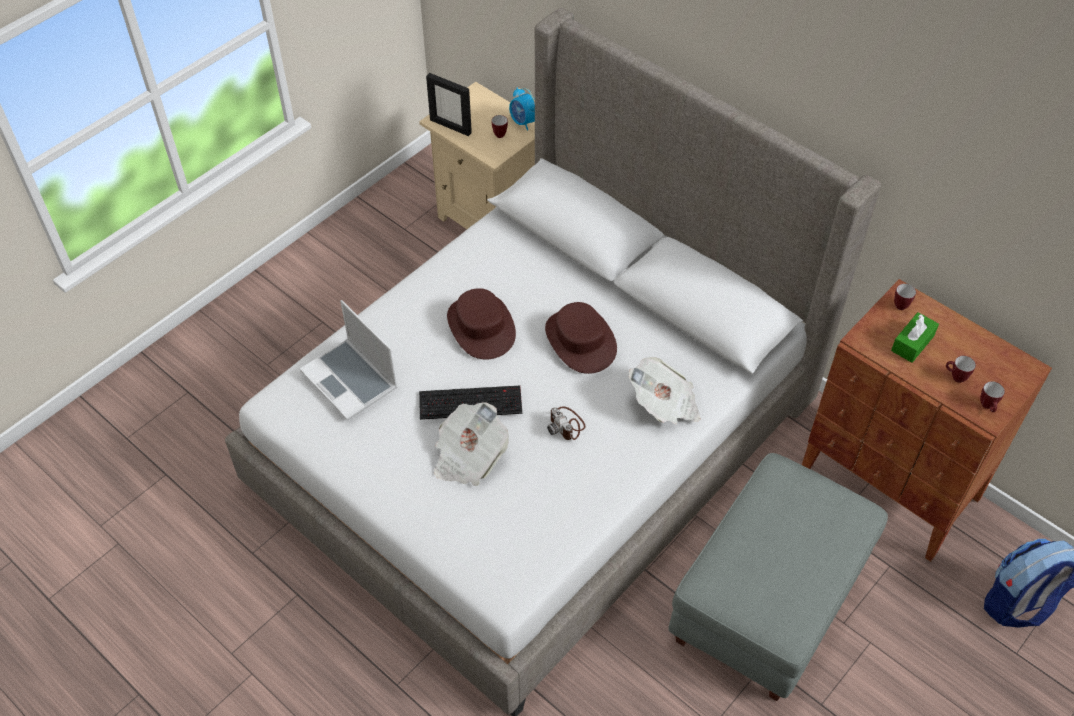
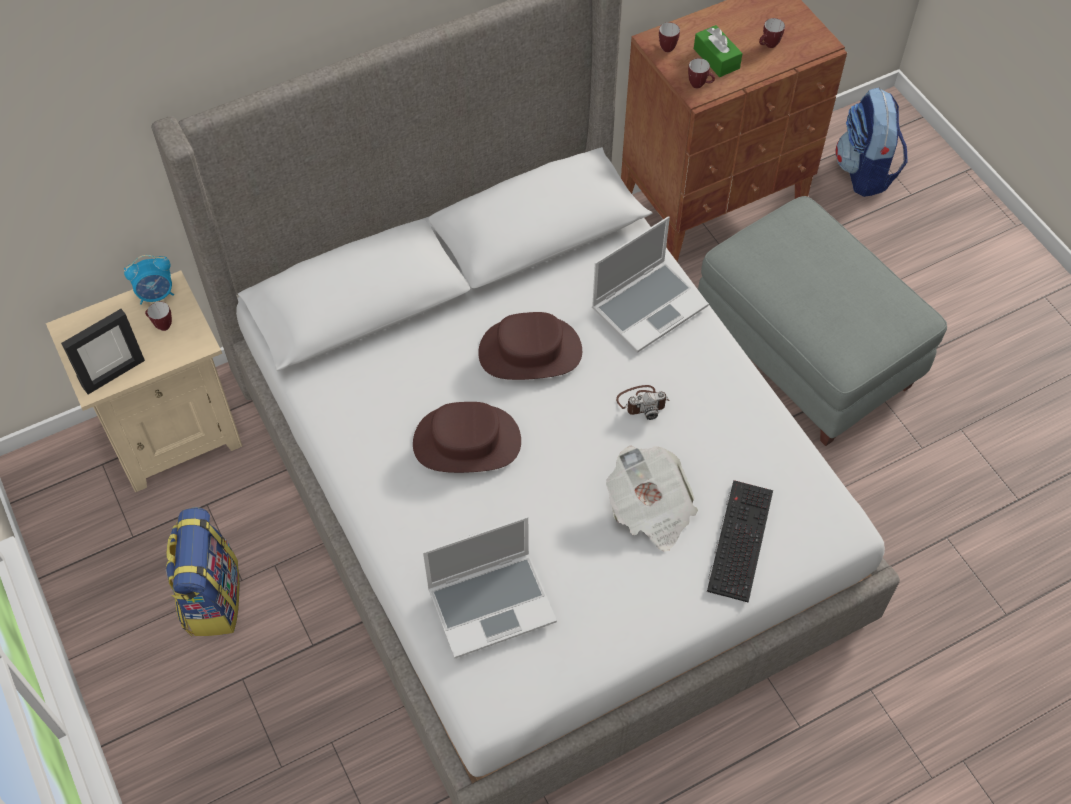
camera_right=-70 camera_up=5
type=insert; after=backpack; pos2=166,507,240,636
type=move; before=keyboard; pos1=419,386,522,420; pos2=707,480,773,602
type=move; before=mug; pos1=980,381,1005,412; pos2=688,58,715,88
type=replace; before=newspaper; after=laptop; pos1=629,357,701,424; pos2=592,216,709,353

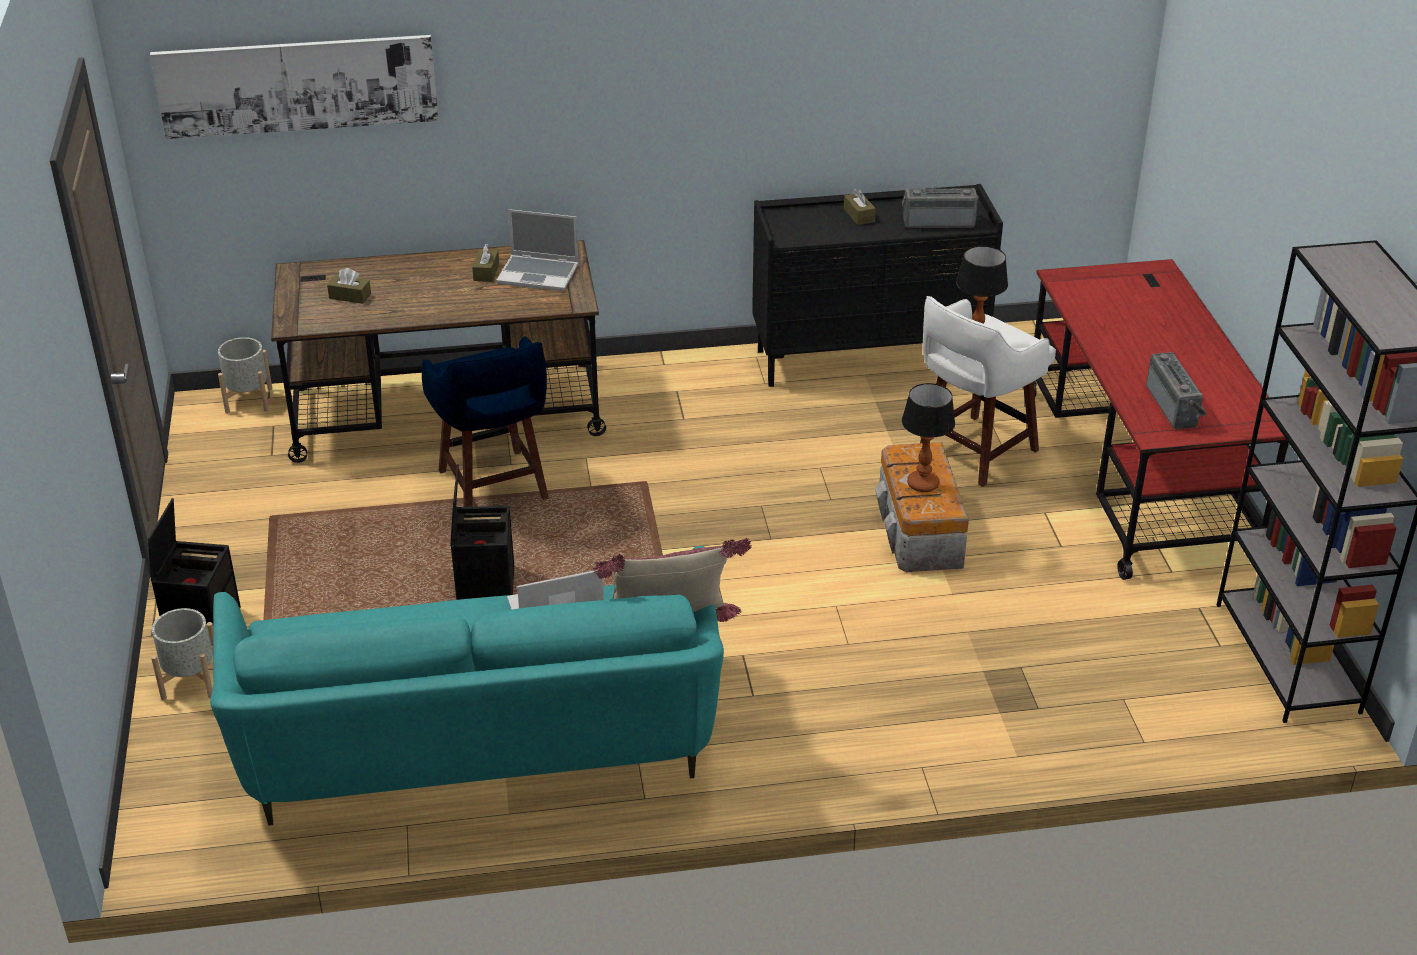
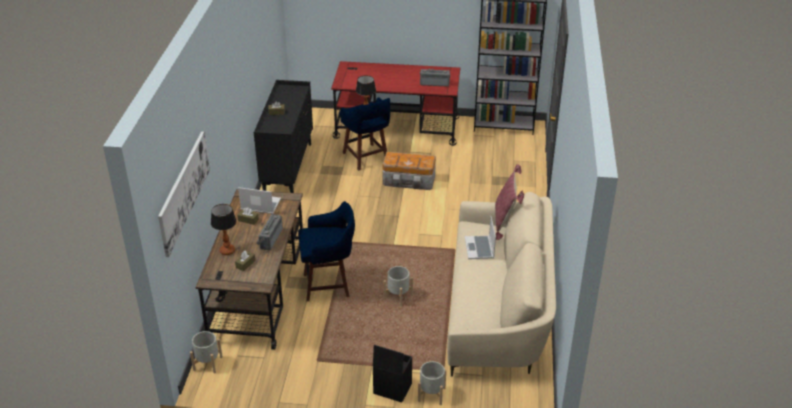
camera_right=-75 camera_up=0
type=move; before=radio; pos1=902,186,979,228; pos2=256,214,283,251
type=move; before=table lamp; pos1=902,383,955,492; pos2=211,204,236,255
type=replace; before=black storage box; after=grey planter; pos1=450,464,514,600; pos2=384,266,413,306
type=recolor; before=turquoise sofa; after=beige sofa; pos1=210,546,724,826; pos2=447,192,556,377
type=recolor; before=white stool; after=blue stool; pos1=920,296,1056,487; pos2=339,97,390,171
type=rotate; before=laptop; pos1=496,209,579,291; pos2=238,187,281,214; turn=-105

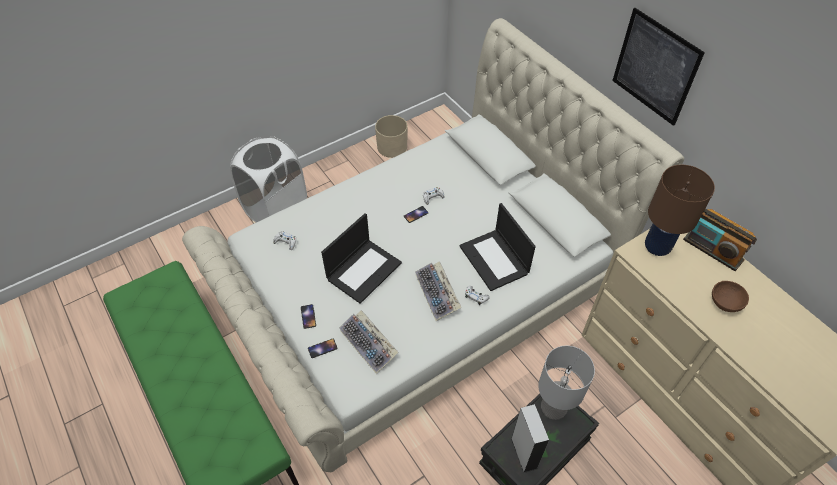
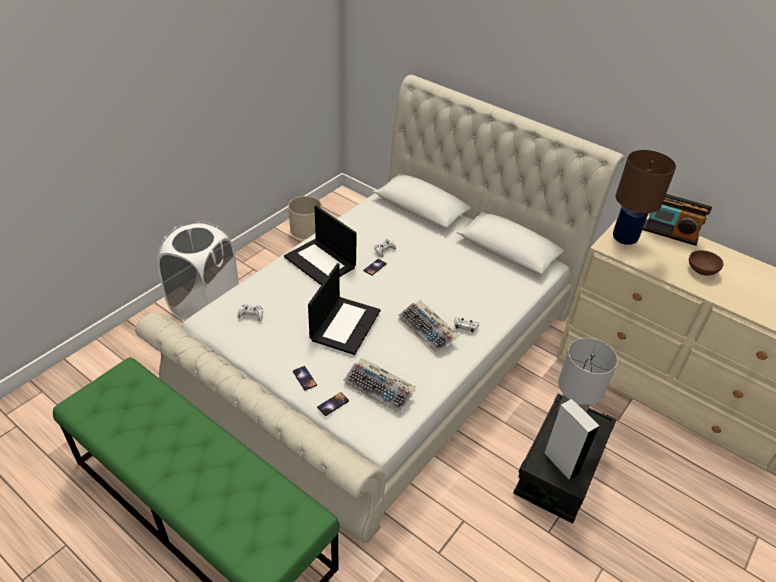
camera_right=-20 camera_up=-10
type=delete; before=picture; pos1=612,8,705,126
type=move; before=laptop; pos1=459,203,536,291; pos2=284,206,357,285

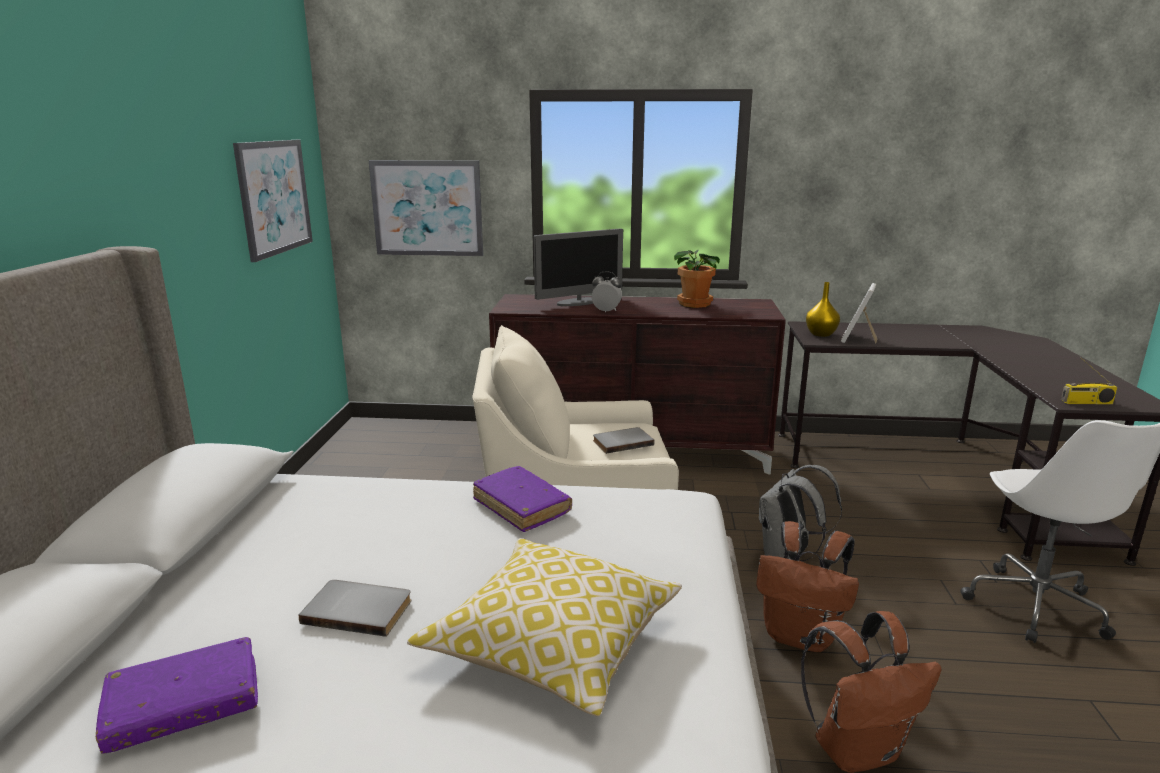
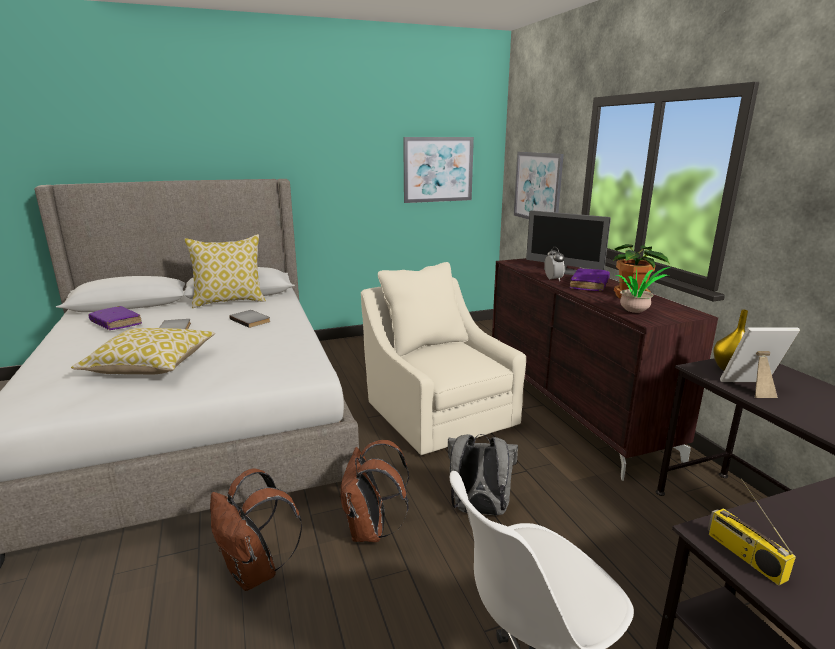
camera_right=65 camera_up=0
type=insert; after=pillow; pos2=184,234,266,308
type=insert; after=potted plant; pos2=615,267,670,313
type=move; before=purple book; pos1=473,466,572,532; pos2=570,268,610,291
type=move; before=grey book; pos1=593,427,654,454; pos2=229,310,271,328

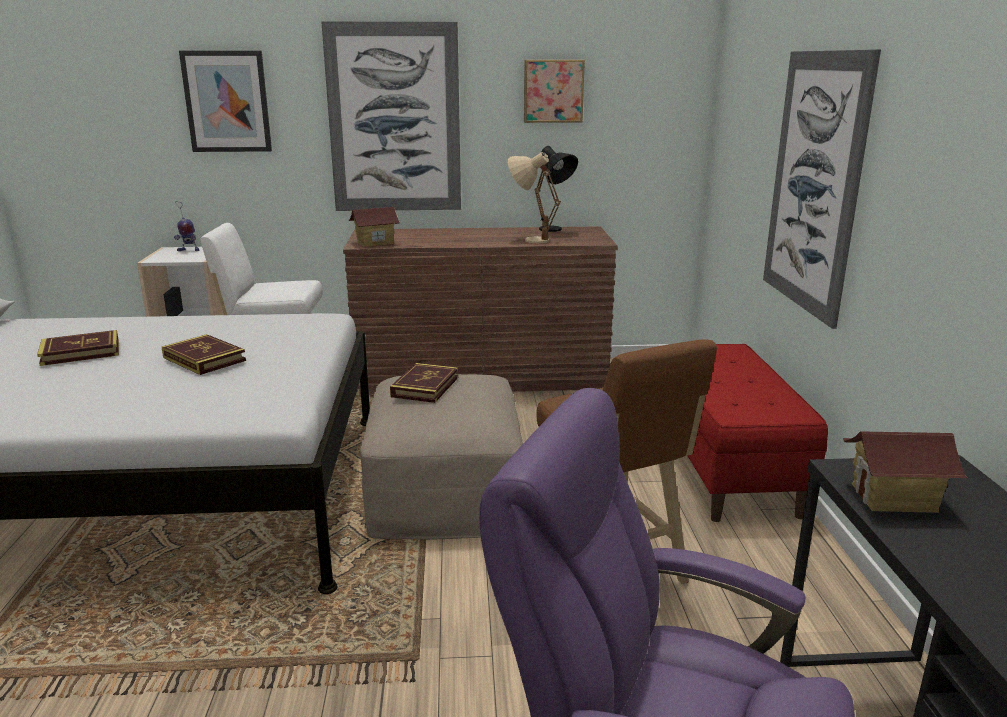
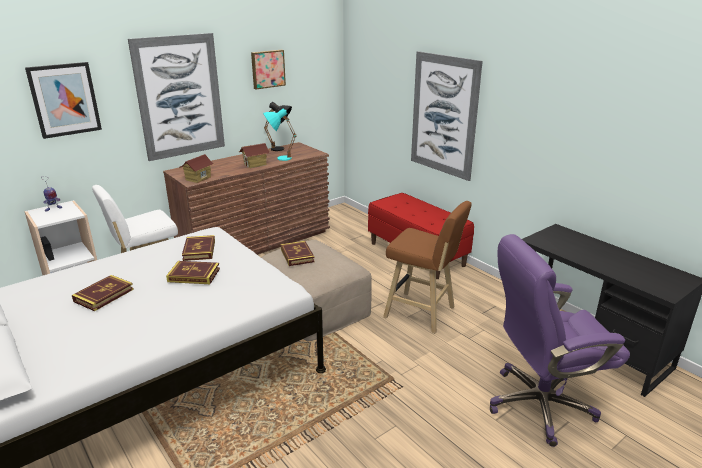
camera_right=-35 camera_up=5
type=insert; after=book; pos2=182,235,215,261
type=move; before=toy house; pos1=843,431,968,513; pos2=238,143,270,168
type=recolor; before=beige table lamp; after=turquoise table lamp; pos1=508,152,561,243; pos2=263,108,297,161

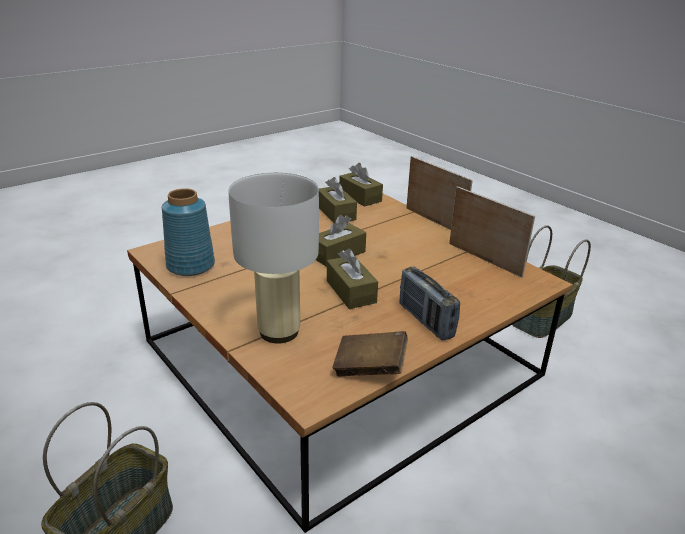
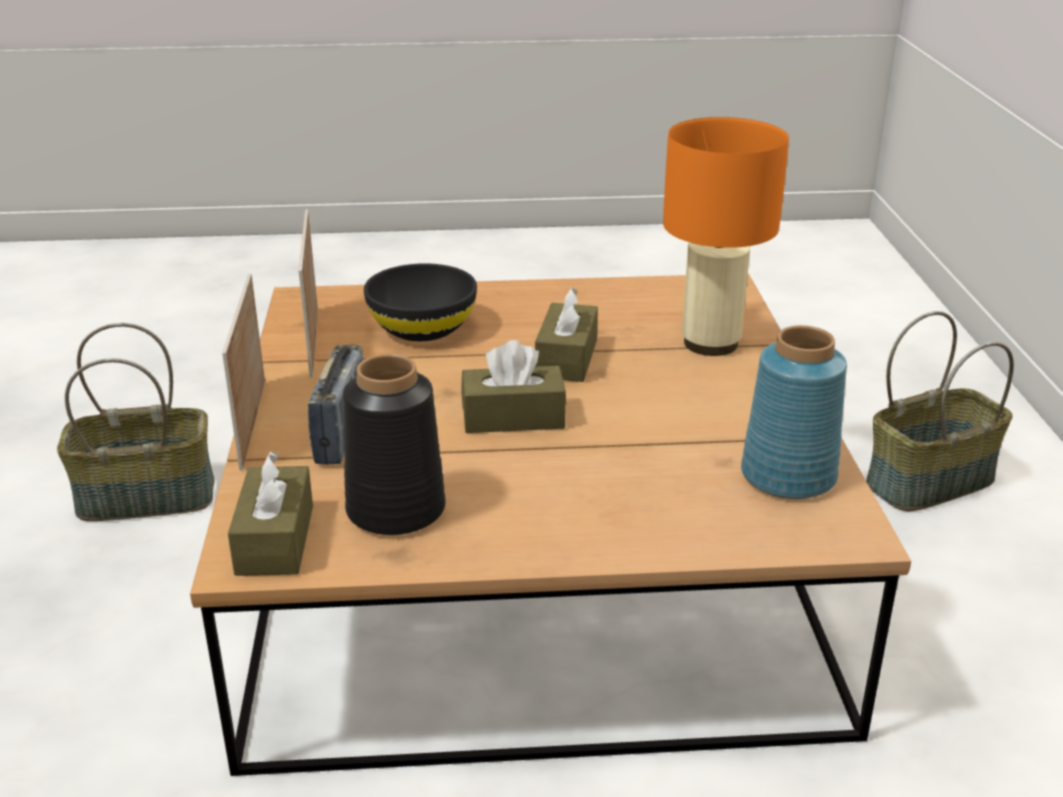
camera_right=-145 camera_up=0
type=delete; before=brown book; pos1=332,331,408,376
type=insert; after=black bowl; pos2=364,263,477,341
type=move; before=radio; pos1=400,267,460,340; pos2=308,344,363,465
type=replace; before=brown tissue box; after=black vase; pos1=319,177,357,224; pos2=343,354,446,535
type=recolor; before=white table lamp; after=orange table lamp; pos1=229,173,319,344; pos2=663,117,789,356

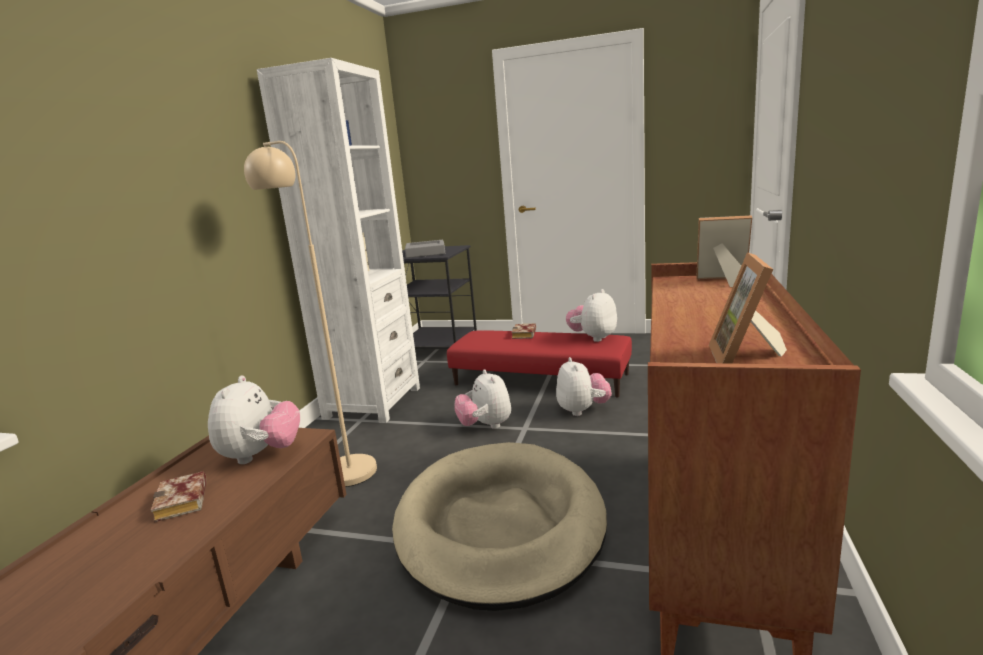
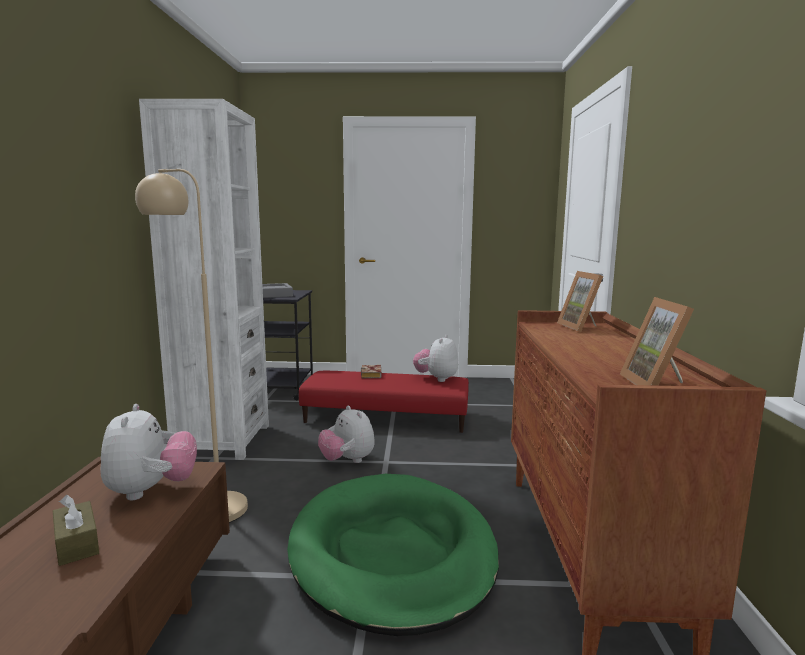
camera_right=-15 camera_up=-5
type=delete; before=plush toy; pos1=556,357,612,416
type=replace; before=book; after=brown tissue box; pos1=151,471,207,522; pos2=53,495,99,566
type=recolor; before=beige dog bed; after=green dog bed; pos1=392,442,607,611; pos2=287,474,499,636
type=rotate; before=picture frame; pos1=696,215,752,287; pos2=557,271,603,332; turn=-105

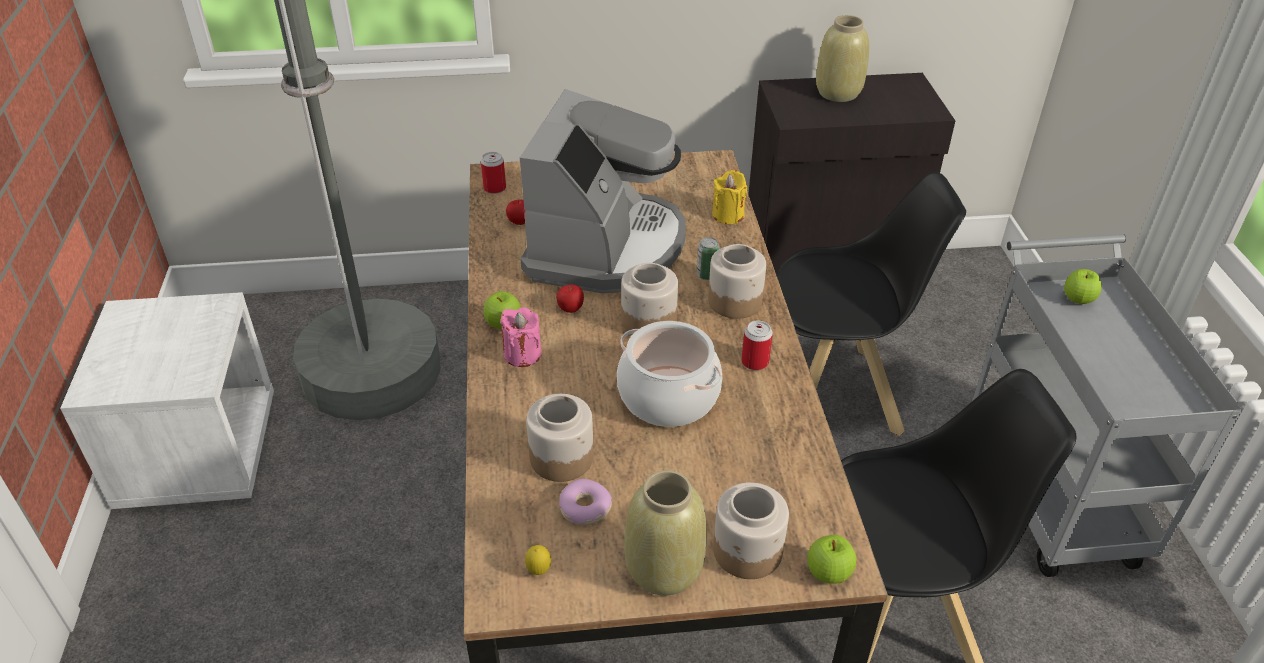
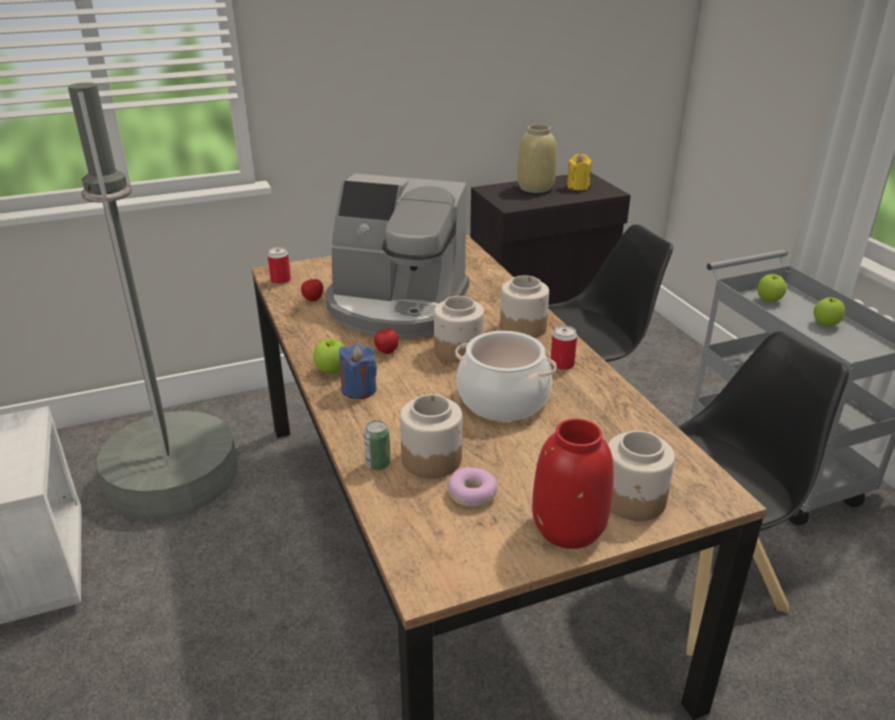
camera_right=-15 camera_up=-10
type=delete; before=lemon; pos1=525,545,551,575
type=move; before=can; pos1=696,237,720,280; pos2=364,420,391,470
type=move; before=yellow candle; pos1=712,170,747,224; pos2=567,153,592,190
type=move; before=apple; pos1=807,535,856,584; pos2=814,297,845,327
type=recolor; before=pink candle; after=blue candle; pos1=500,307,541,367; pos2=339,344,377,399
type=recolor; before=beige vase; after=red vase; pos1=624,470,707,596; pos2=532,419,614,549
type=rotate; before=coffee machine; pos1=520,89,686,294; pos2=326,174,469,338; turn=105

